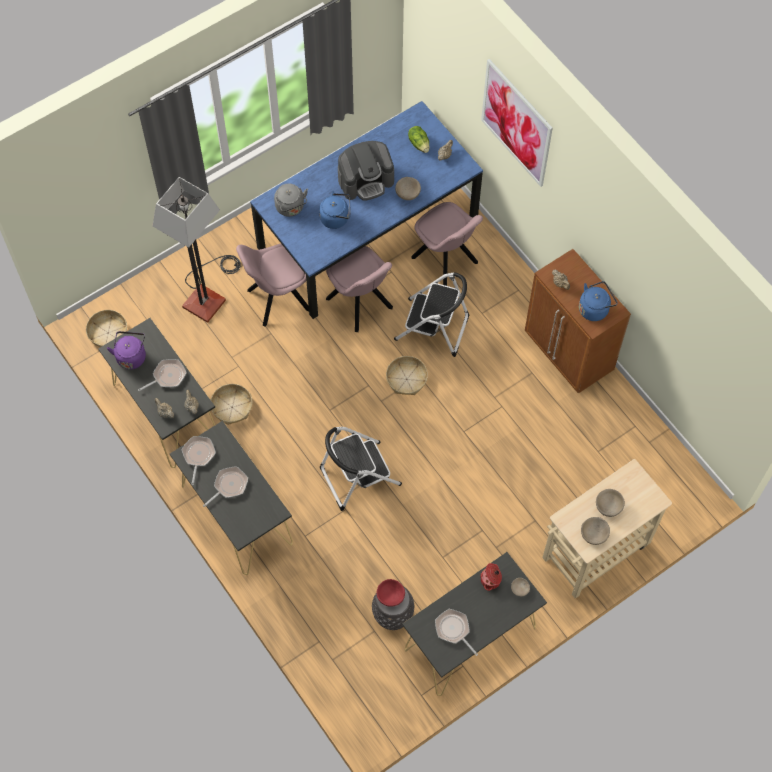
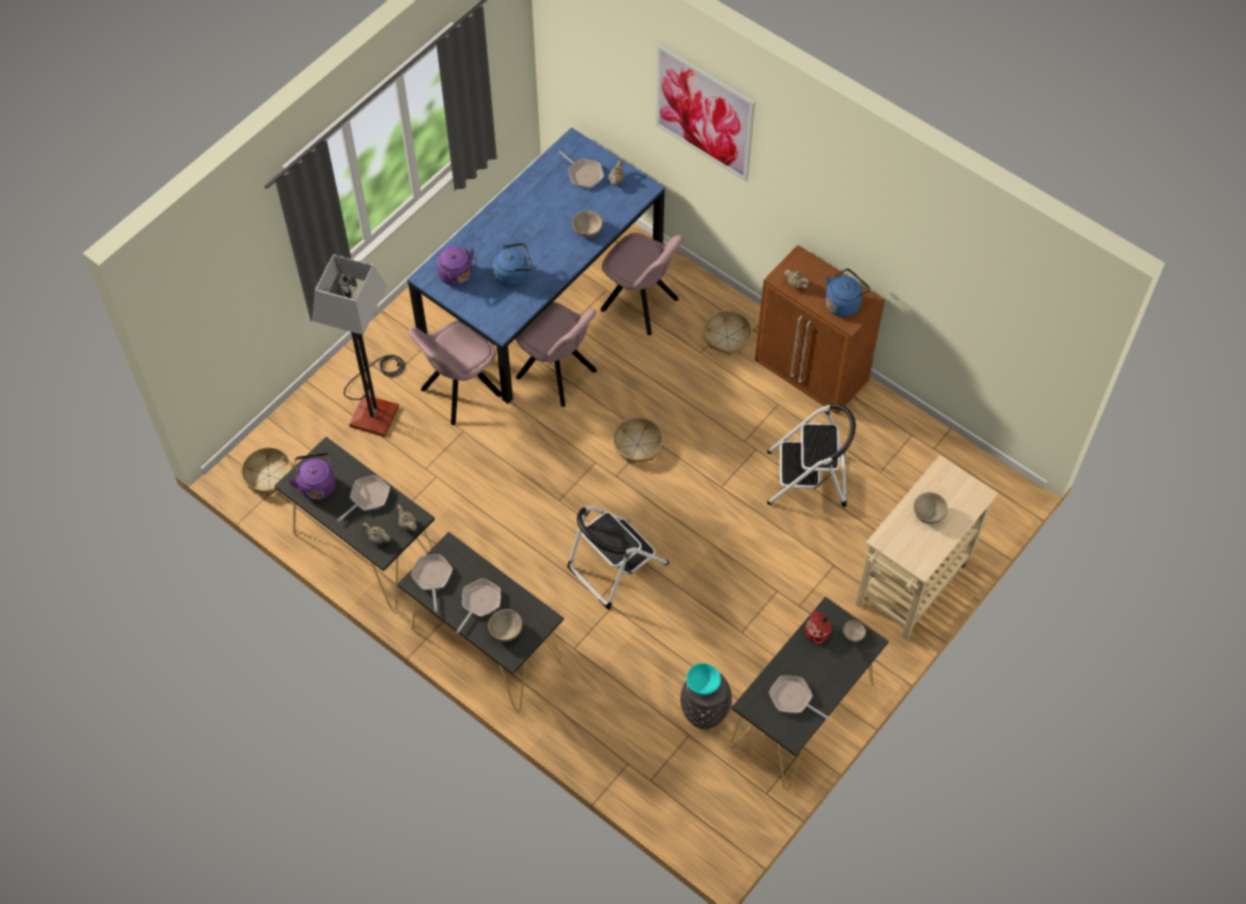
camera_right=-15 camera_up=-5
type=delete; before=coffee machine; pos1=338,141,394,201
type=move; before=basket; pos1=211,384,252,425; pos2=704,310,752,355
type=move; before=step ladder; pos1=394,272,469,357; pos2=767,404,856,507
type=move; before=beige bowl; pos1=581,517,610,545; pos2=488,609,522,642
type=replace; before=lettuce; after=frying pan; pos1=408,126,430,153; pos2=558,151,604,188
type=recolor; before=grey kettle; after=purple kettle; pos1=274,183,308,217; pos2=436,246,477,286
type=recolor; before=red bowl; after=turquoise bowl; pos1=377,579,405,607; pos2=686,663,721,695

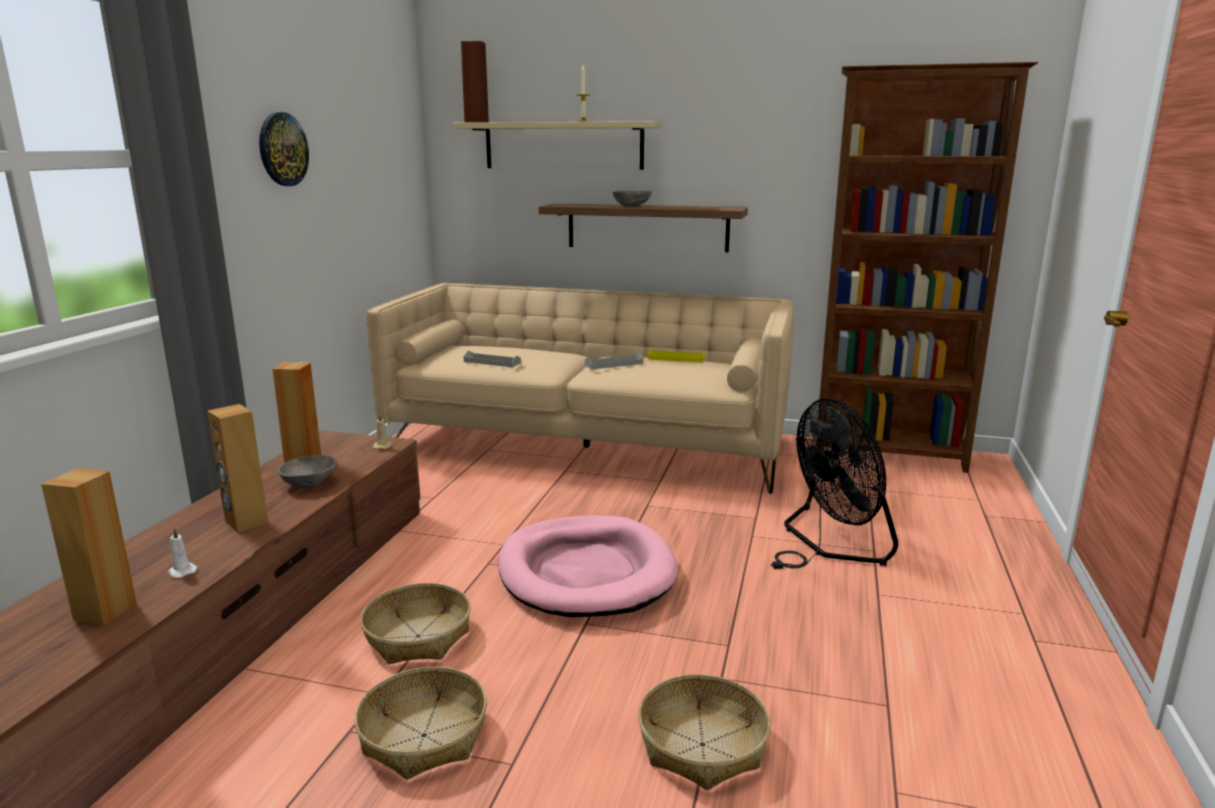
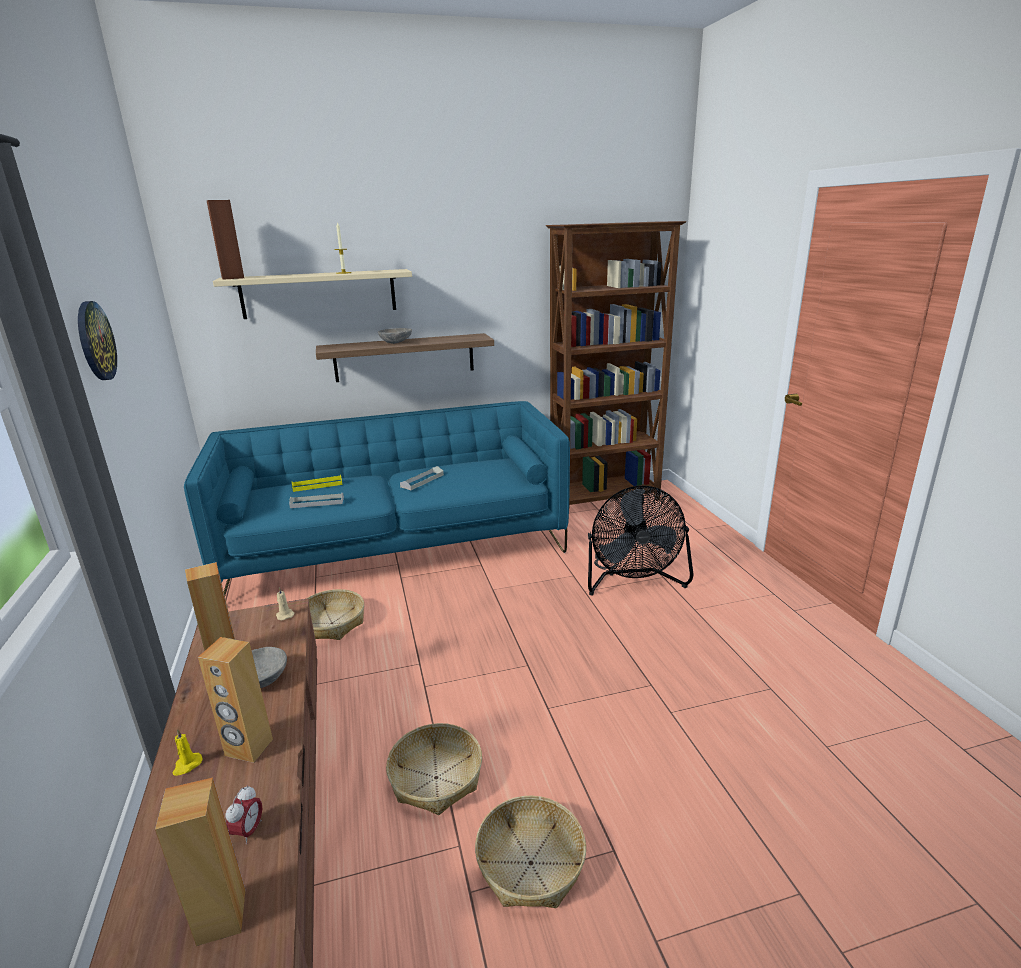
camera_right=-30 camera_up=5
type=delete; before=pink dog bed; pos1=498,515,678,617
type=insert; after=yellow candle; pos2=173,729,202,776
type=move; before=basket; pos1=638,674,771,790; pos2=306,589,364,640
type=move; before=yellow tray; pos1=648,348,705,363; pos2=292,474,342,492
type=replace; before=white candle; after=alarm clock; pos1=168,528,197,578; pos2=225,785,262,844
type=recolor; before=beige sofa; after=blue sofa; pos1=367,283,794,495; pos2=184,401,570,595
type=rotate; before=black fan; pos1=771,398,898,569; pos2=588,486,693,596; turn=135

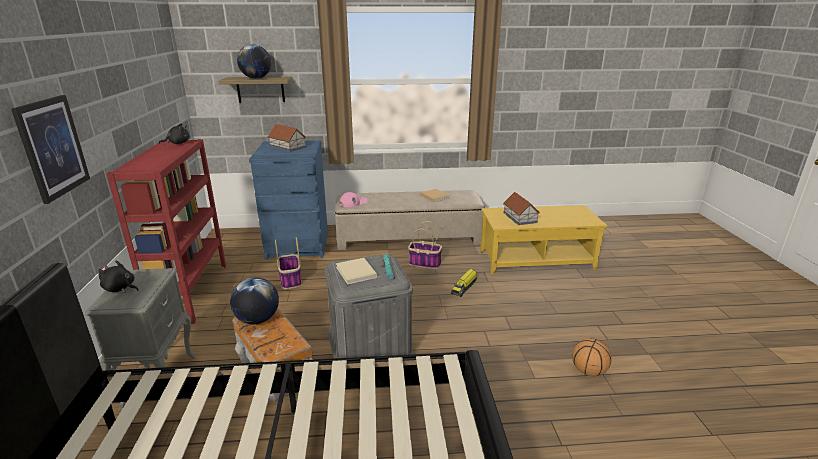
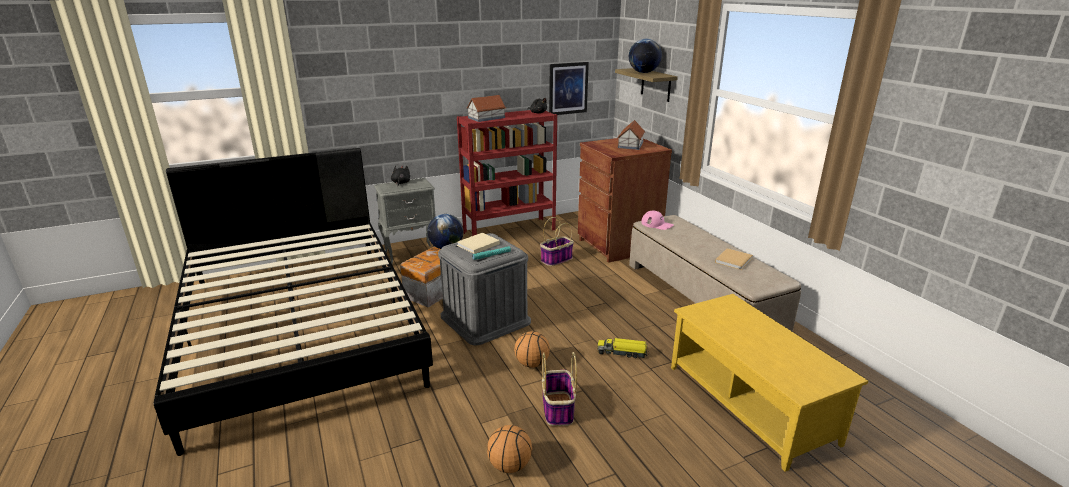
camera_right=70 camera_up=0
type=insert; after=basketball; pos2=514,331,550,368
type=move; before=picture; pos1=11,95,90,204; pos2=549,62,589,115
type=move; before=basket; pos1=408,221,442,269; pos2=542,352,577,426
type=move; before=toy house; pos1=503,192,540,225; pos2=467,95,506,122
type=recolor; before=blue dresser; after=brown dresser; pos1=249,140,328,260; pos2=578,138,672,263

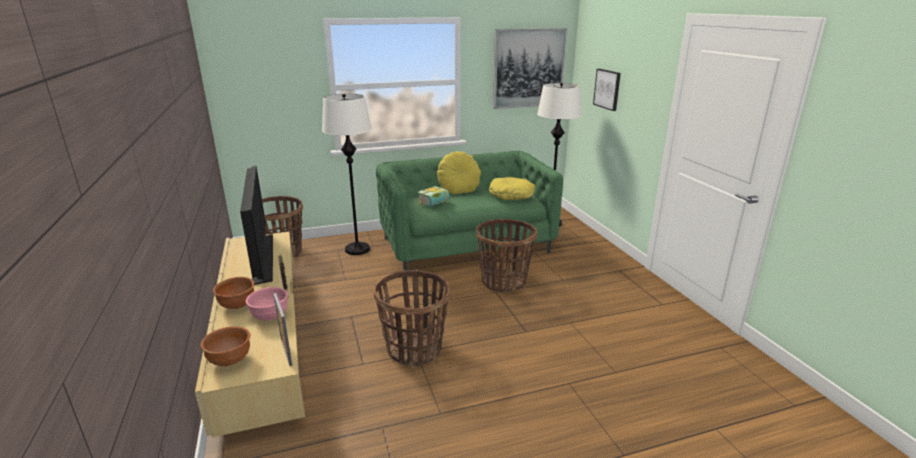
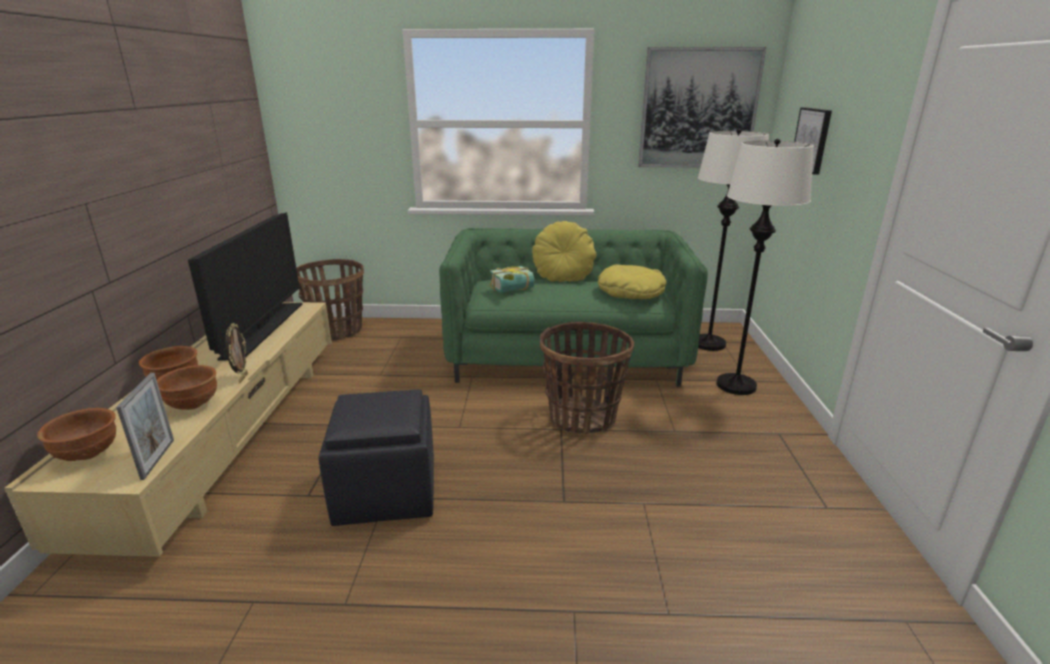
camera_right=20 camera_up=0
type=move; before=white floor lamp; pos1=322,94,372,255; pos2=716,139,814,395
type=replace; before=basket; after=black ottoman; pos1=374,270,450,367; pos2=319,390,434,526
type=recolor; before=pink bowl; after=brown bowl; pos1=246,287,288,321; pos2=157,365,217,410

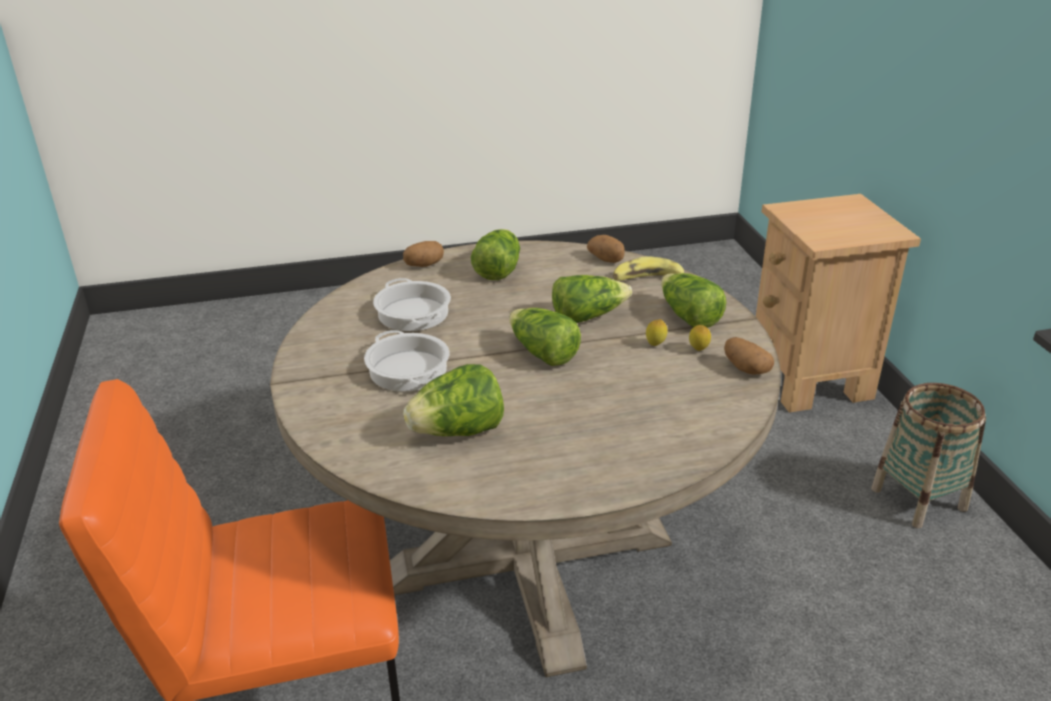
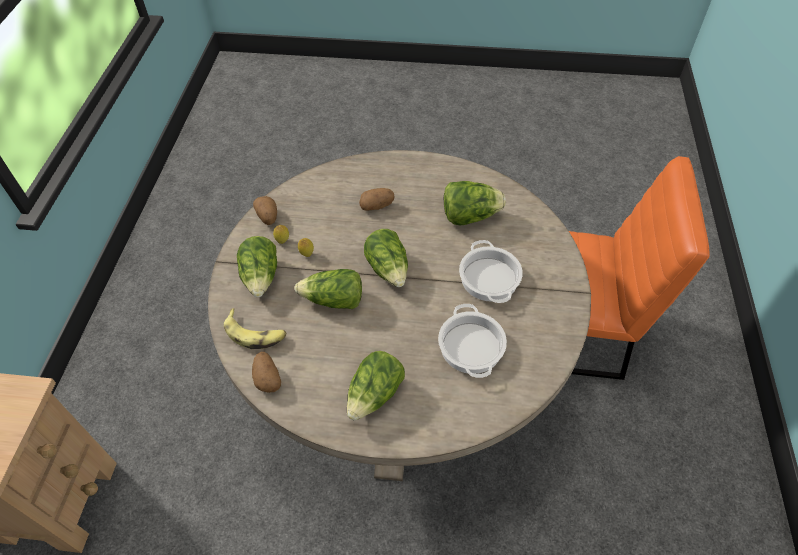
camera_right=-160 camera_up=20
type=delete; before=basket; pos1=871,383,986,528
type=move; before=potato; pos1=403,241,444,267; pos2=359,188,394,211

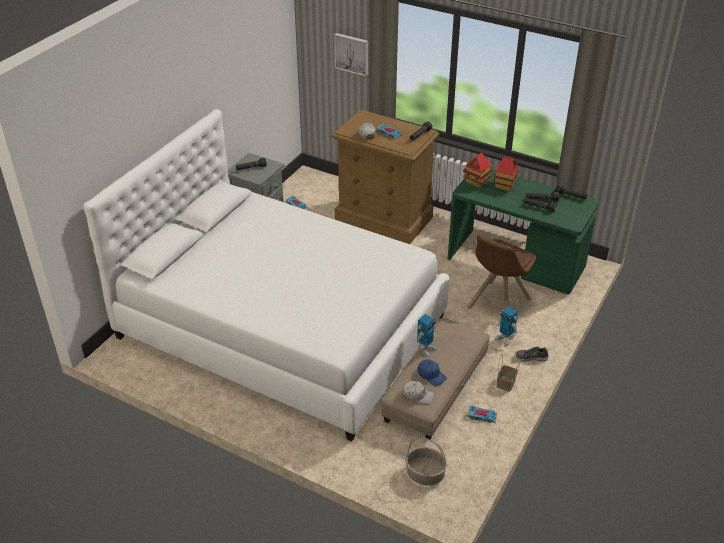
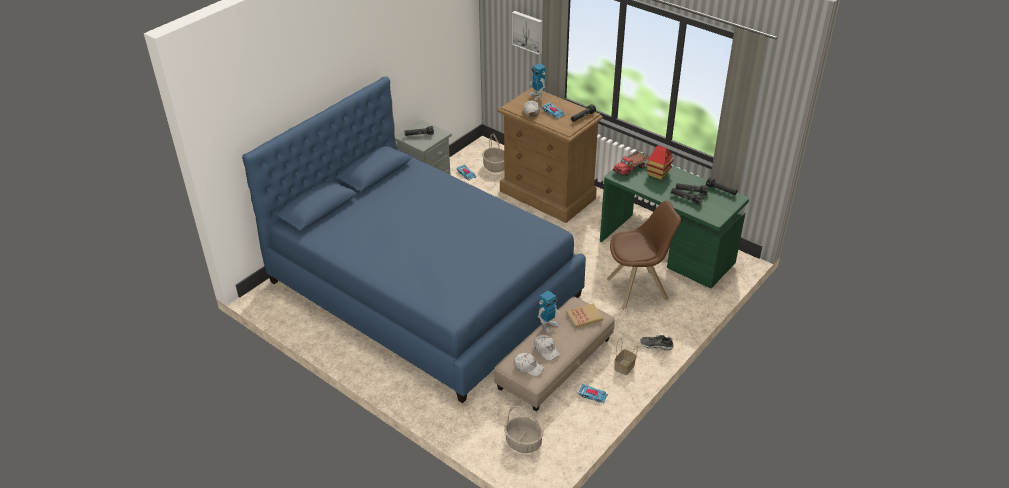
camera_right=10 camera_up=0
type=insert; after=basket; pos2=482,134,504,173
type=insert; after=book; pos2=566,303,604,328
type=move; before=toy robot; pos1=495,306,518,347; pos2=528,64,546,101
type=replace; before=toy house; after=toy truck; pos1=463,152,492,188; pos2=613,151,649,176
type=recolor; before=white bed; after=blue bed; pos1=84,109,449,442; pos2=242,76,586,403
type=recolor; before=blue cap; after=white cap; pos1=418,360,447,386; pos2=534,334,560,361
type=rotate; before=brown chair; pos1=467,235,536,309; pos2=606,200,681,310; turn=-150

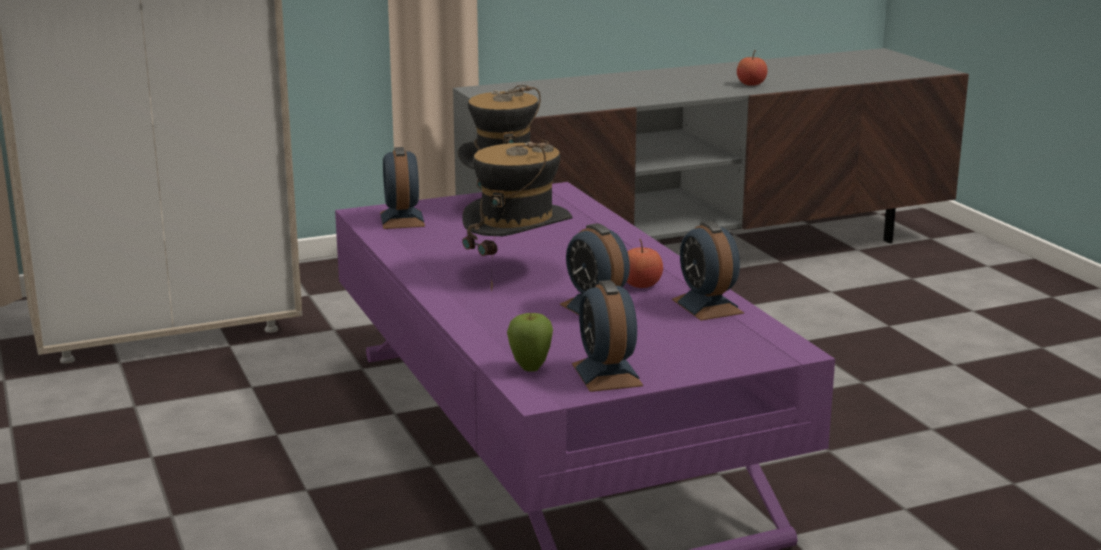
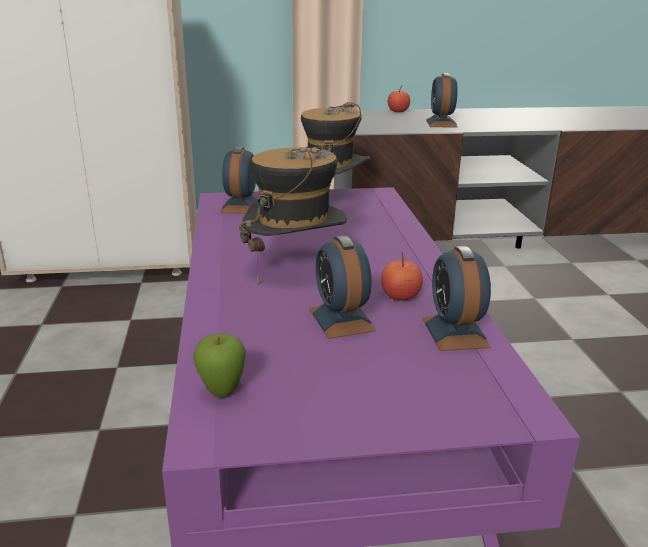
camera_right=15 camera_up=5
type=move; before=alarm clock; pos1=572,280,643,392; pos2=426,73,458,128
type=move; before=apple; pos1=737,50,768,86; pos2=388,86,410,112

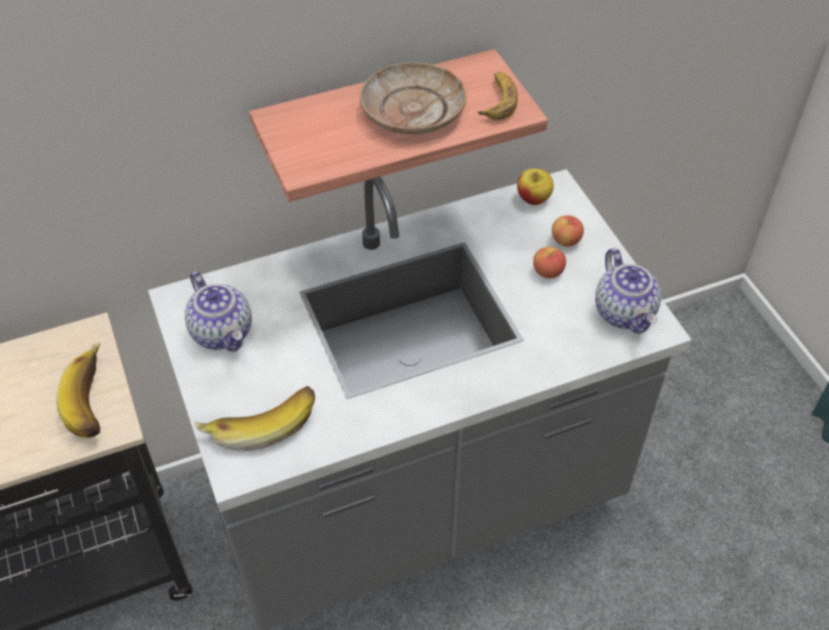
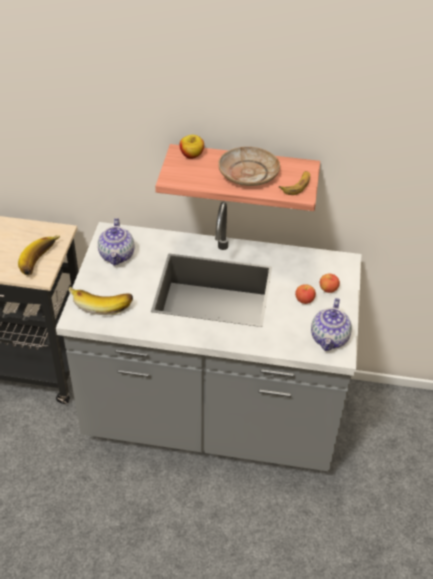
camera_right=30 camera_up=-5
type=move; before=apple; pos1=517,169,554,205; pos2=179,135,204,159

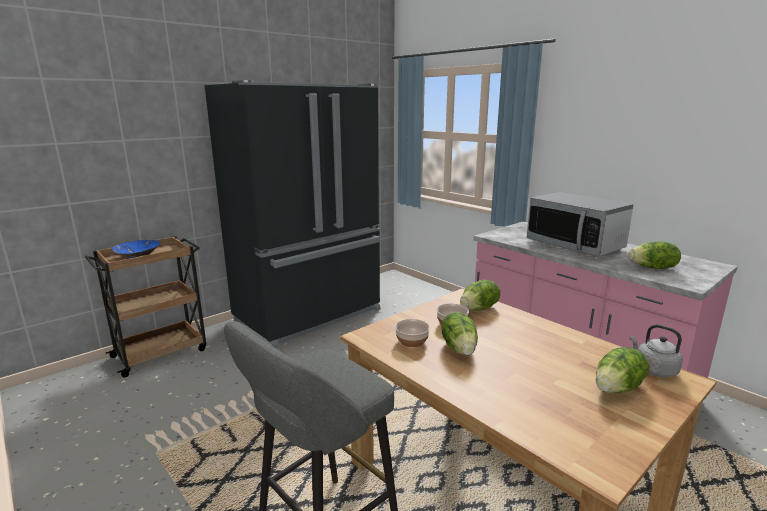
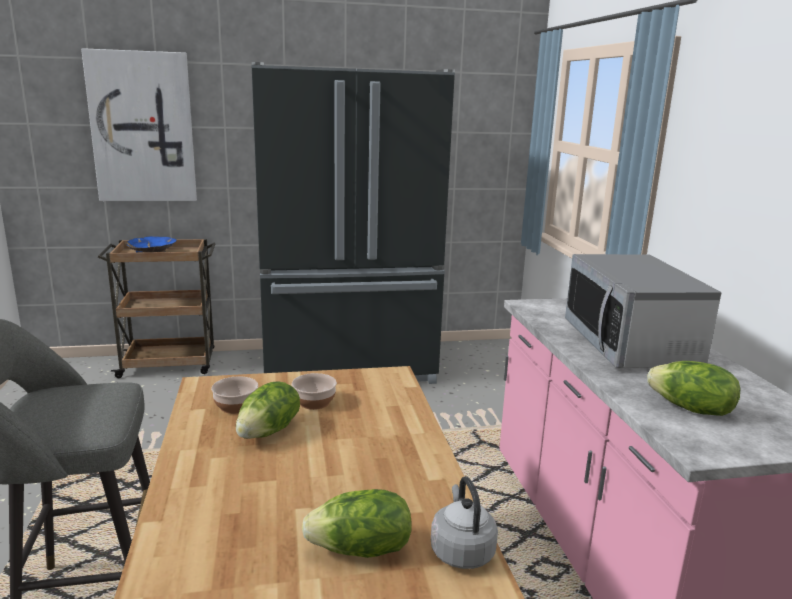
camera_right=30 camera_up=0
type=delete; before=lettuce; pos1=460,280,500,311
type=insert; after=picture; pos2=81,48,197,201

